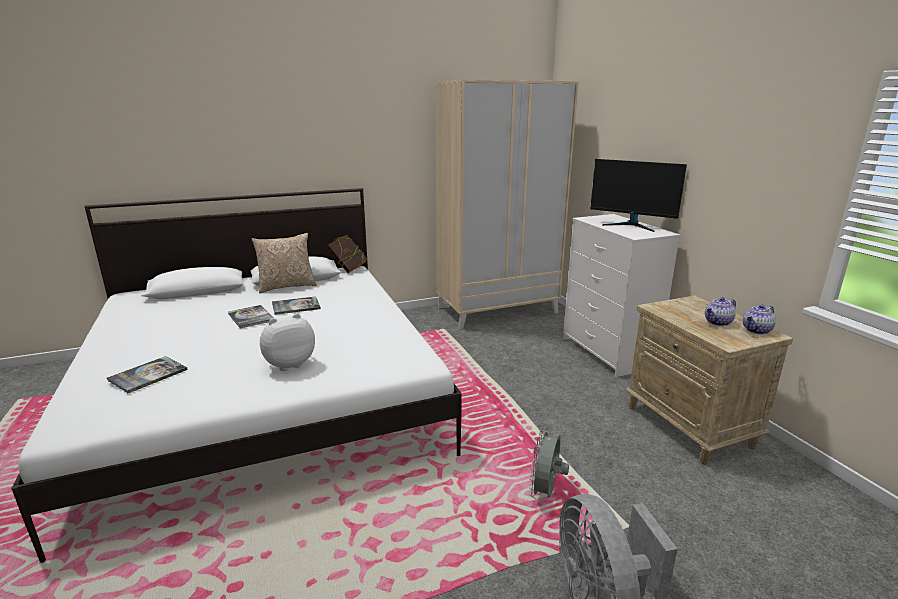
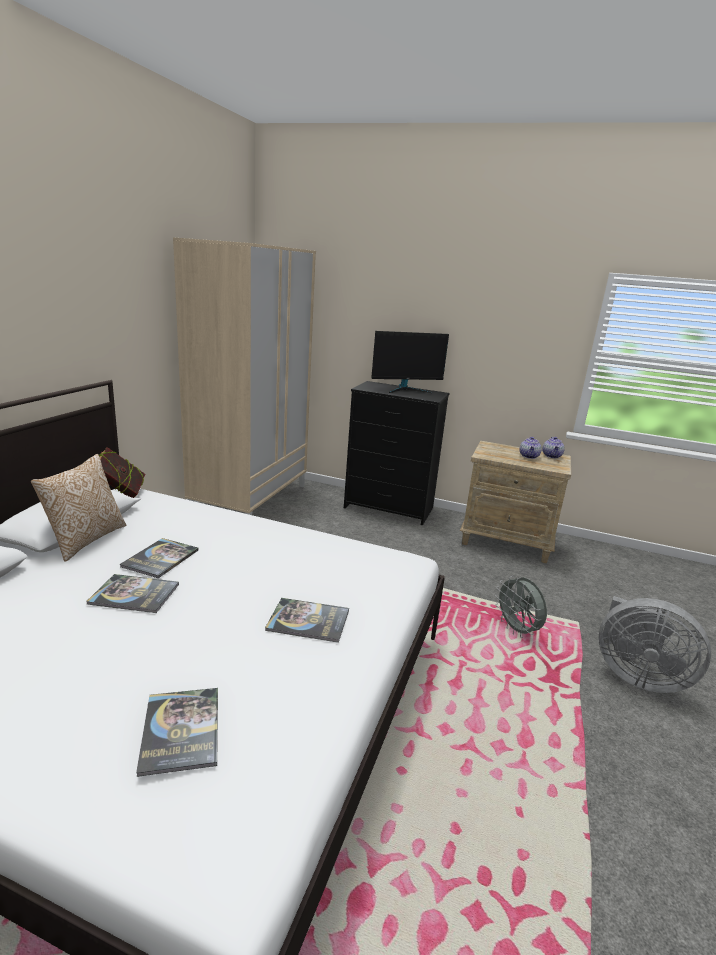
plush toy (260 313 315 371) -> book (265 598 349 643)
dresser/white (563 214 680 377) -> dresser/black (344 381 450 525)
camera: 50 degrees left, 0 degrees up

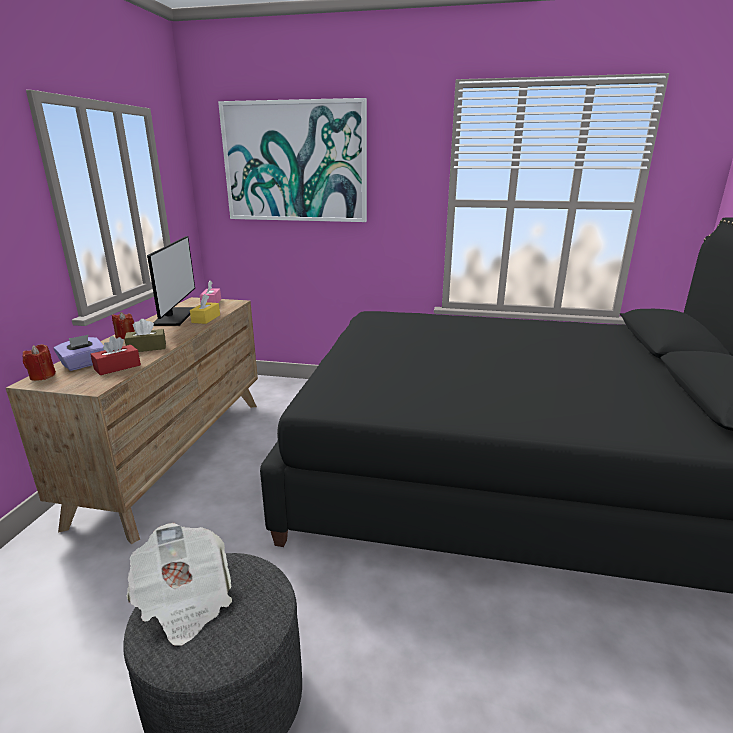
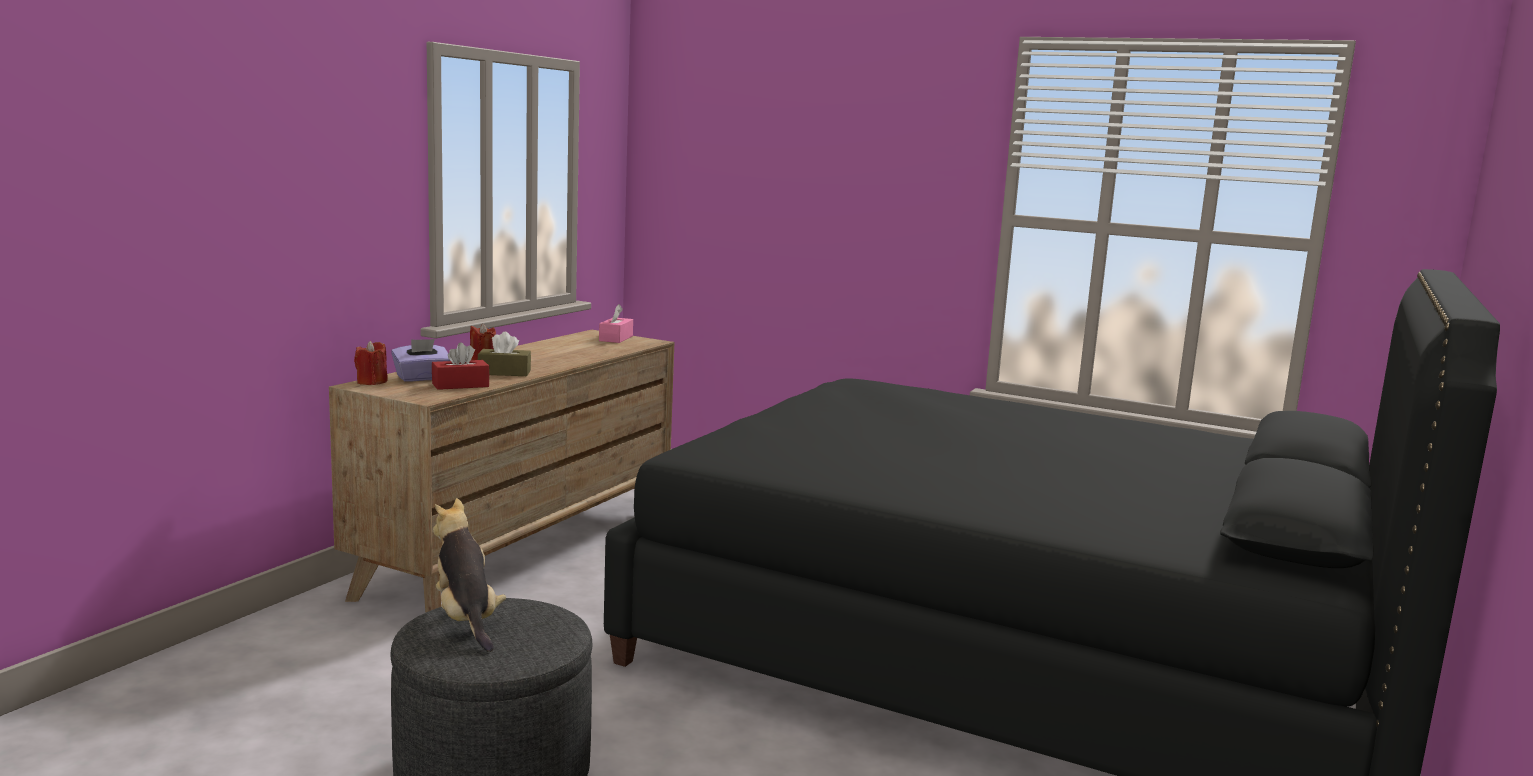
newspaper (126 523 232 646) -> plush toy (433 498 506 652)
monitor (147 236 195 326) -> none
tissue box/yellow (190 294 220 324) -> none
picture (218 98 367 222) -> none
camera: 15 degrees right, 10 degrees down

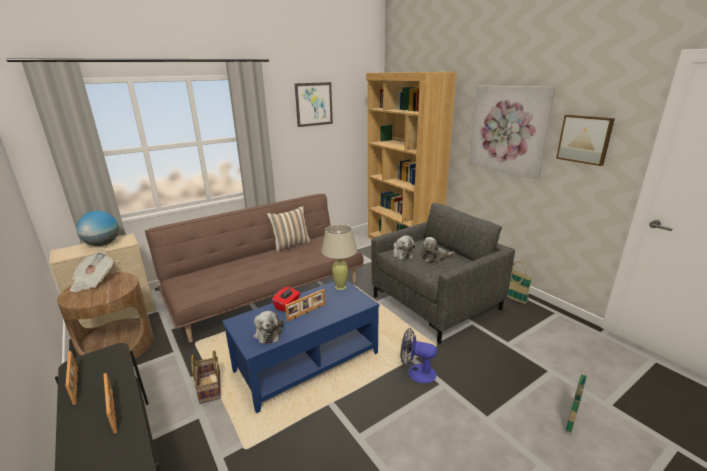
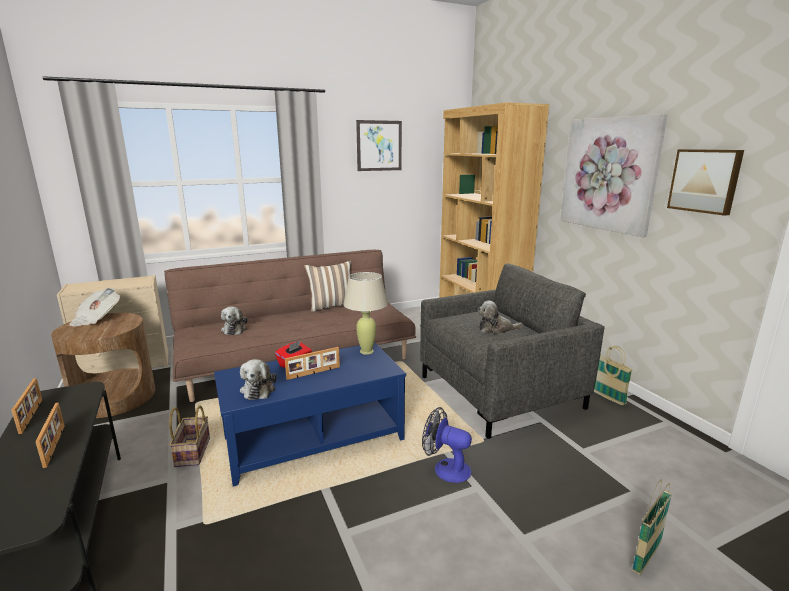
plush toy (393 236 415 260) -> plush toy (221 306 247 335), shifted
globe (76 211 119 246) -> none
camera: 10 degrees right, 5 degrees down

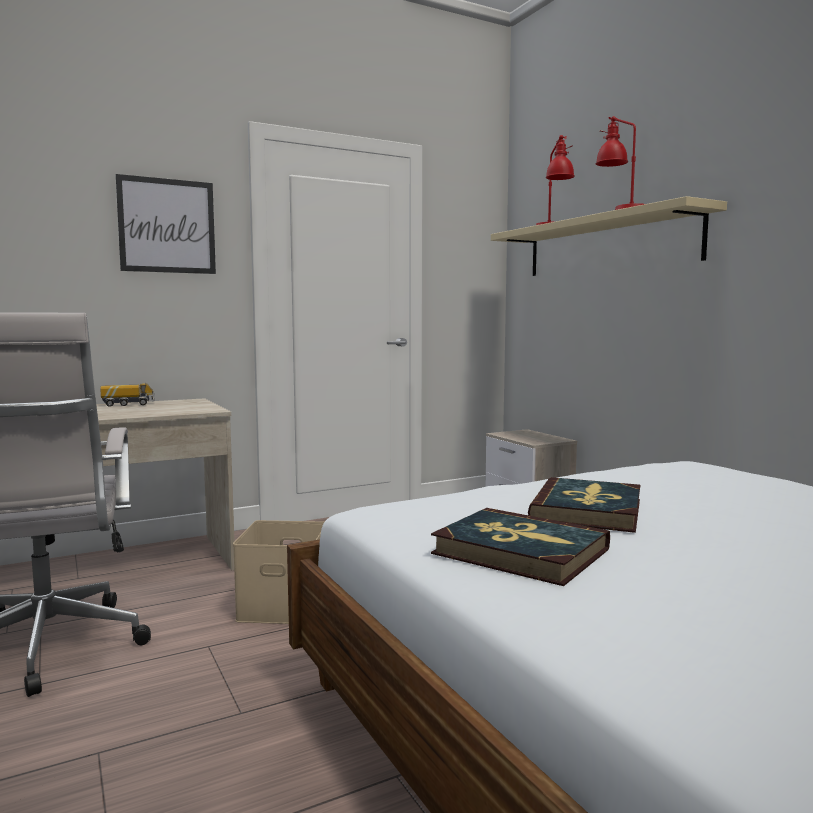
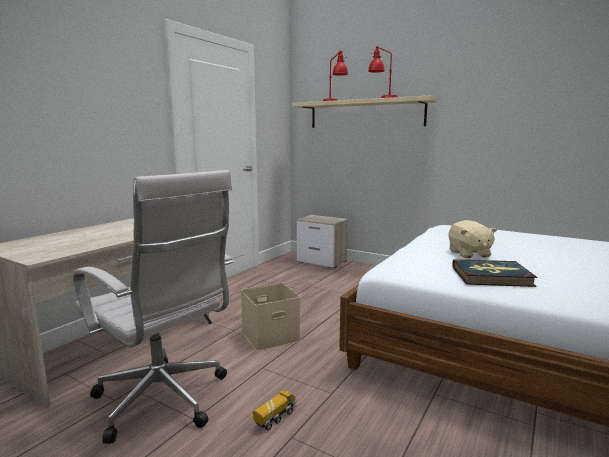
toy truck (100 383 154 407) -> toy truck (253 389 297 431), shifted
book (528 477 640 533) -> plush toy/beige (448 220 497 258)
picture (115 174 216 274) -> none
camera: 30 degrees left, 5 degrees up

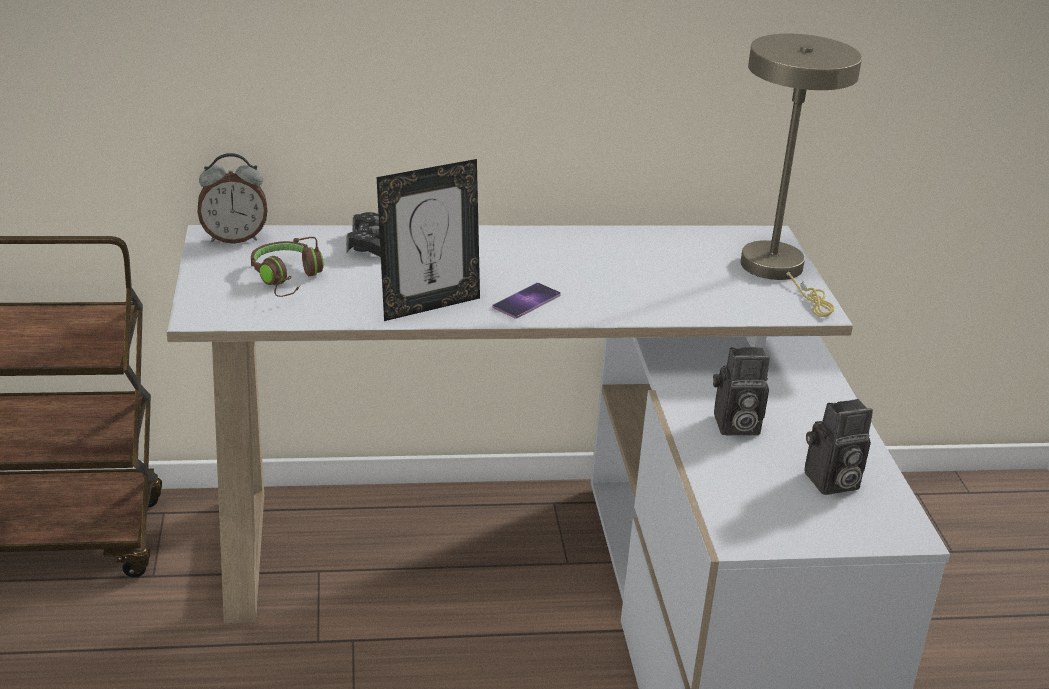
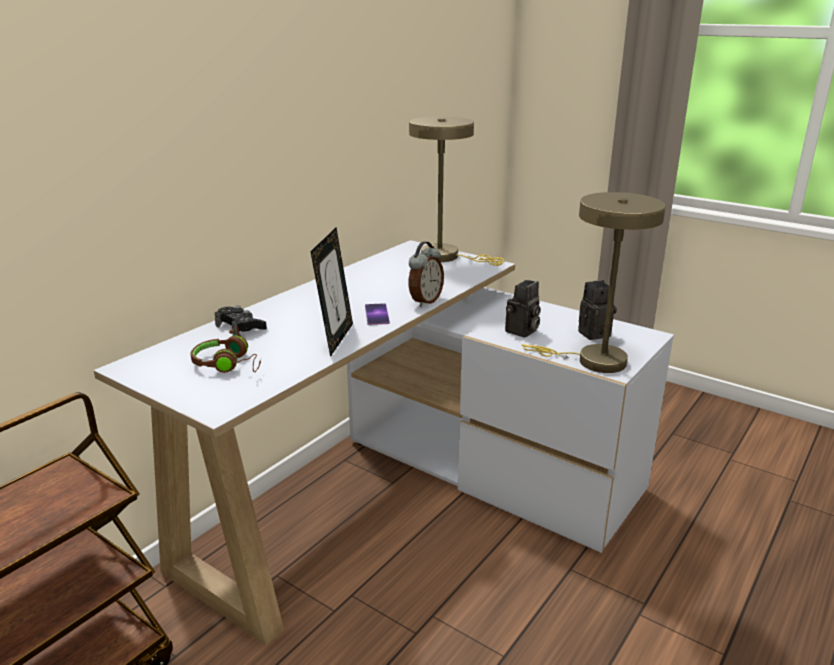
alarm clock (197 153 268 244) -> alarm clock (409 242 444 307), shifted
none -> table lamp/beige (522 192 666 373)
photo camera (804 399 873 495) -> photo camera (578 280 617 340), 135 degrees counterclockwise
camera: 45 degrees left, 5 degrees down

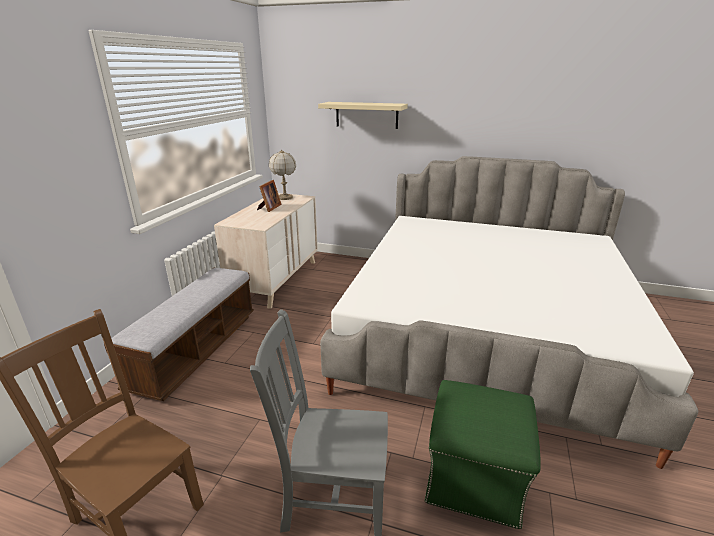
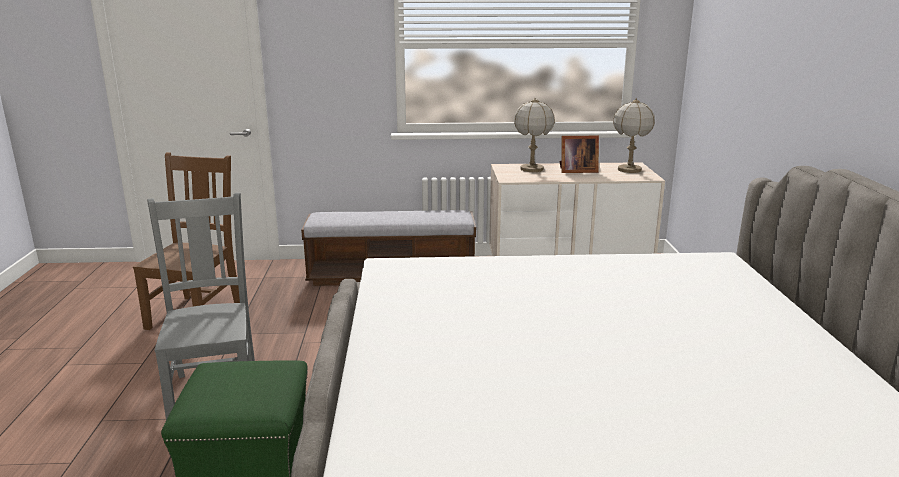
none -> table lamp (514 98 555 172)
shelf/beige (318 102 408 129) -> none
camera: 70 degrees right, 5 degrees down

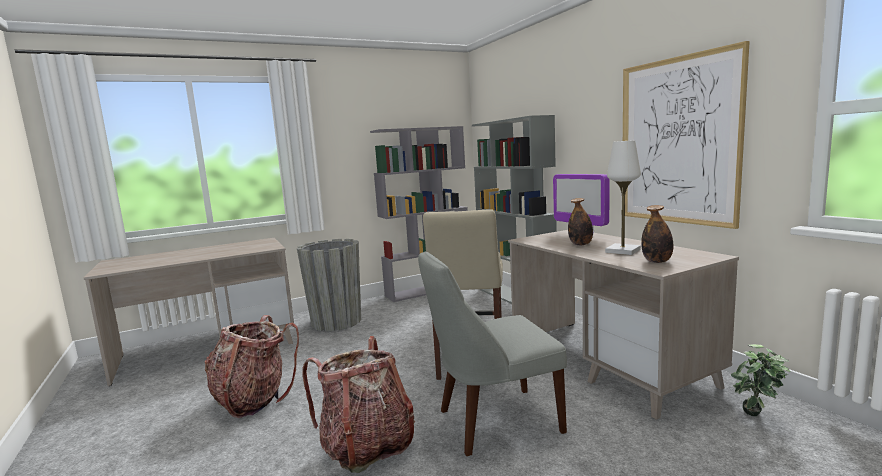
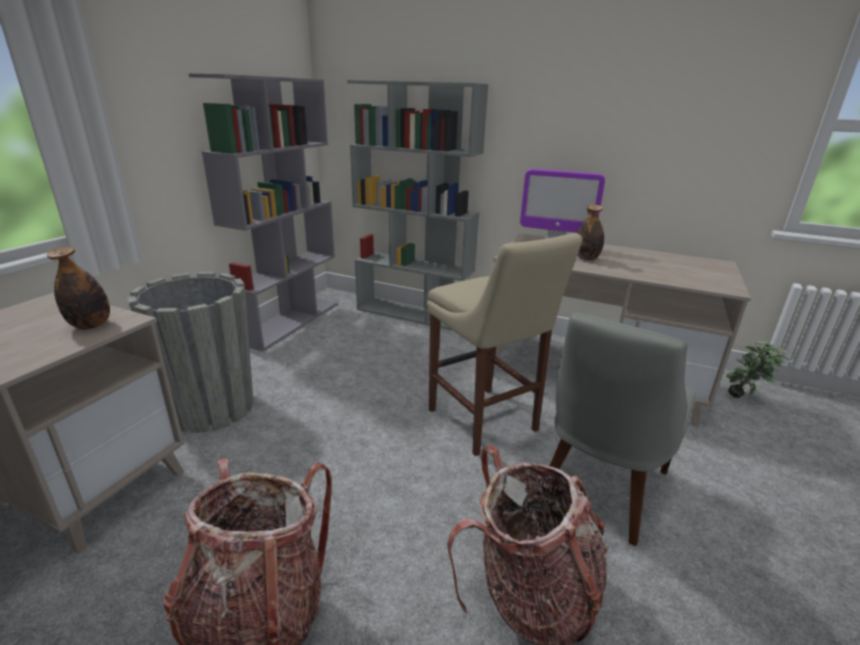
bottle (641 205 673 263) -> bottle (47 247 110 329), shifted
table lamp/white (605 140 641 255) -> none
picture (623 41 750 229) -> none
camera: 40 degrees left, 15 degrees up

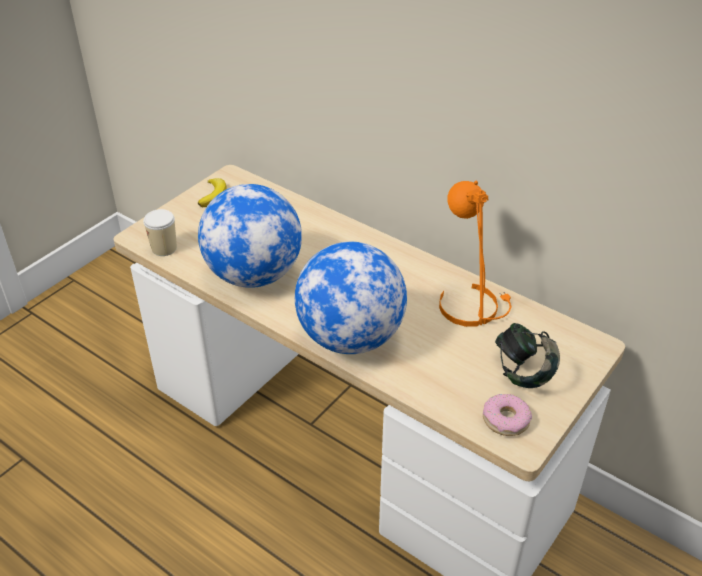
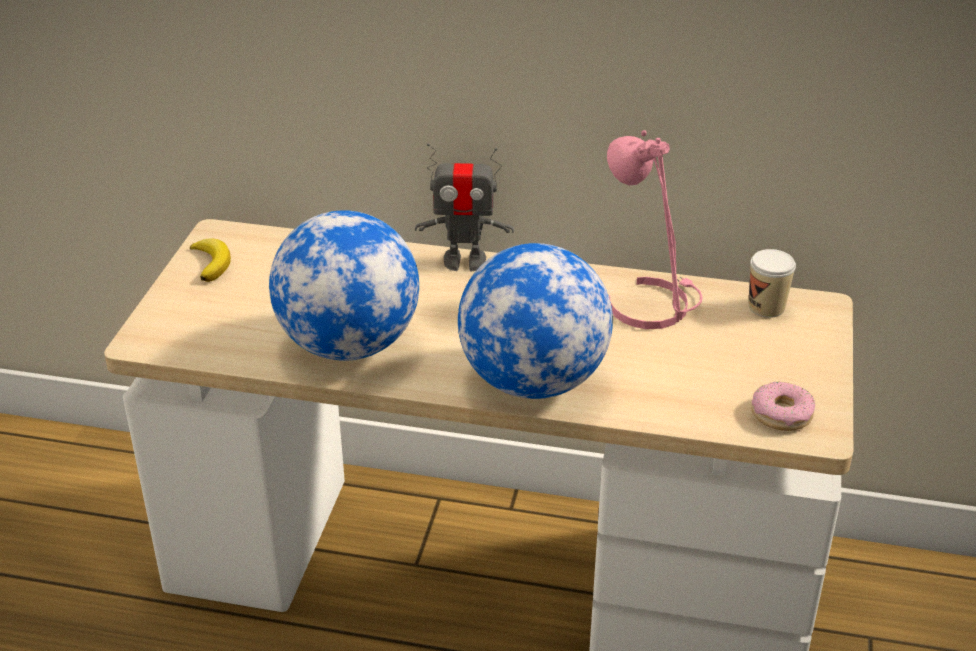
none -> toy robot (415 143 514 271)
table lamp/orange (439 181 511 327) -> table lamp/pink (607 130 703 329)
cup (143 209 177 256) -> cup (749 249 796 318), shifted
headphones (495 323 560 388) -> none
camera: 25 degrees left, 5 degrees down

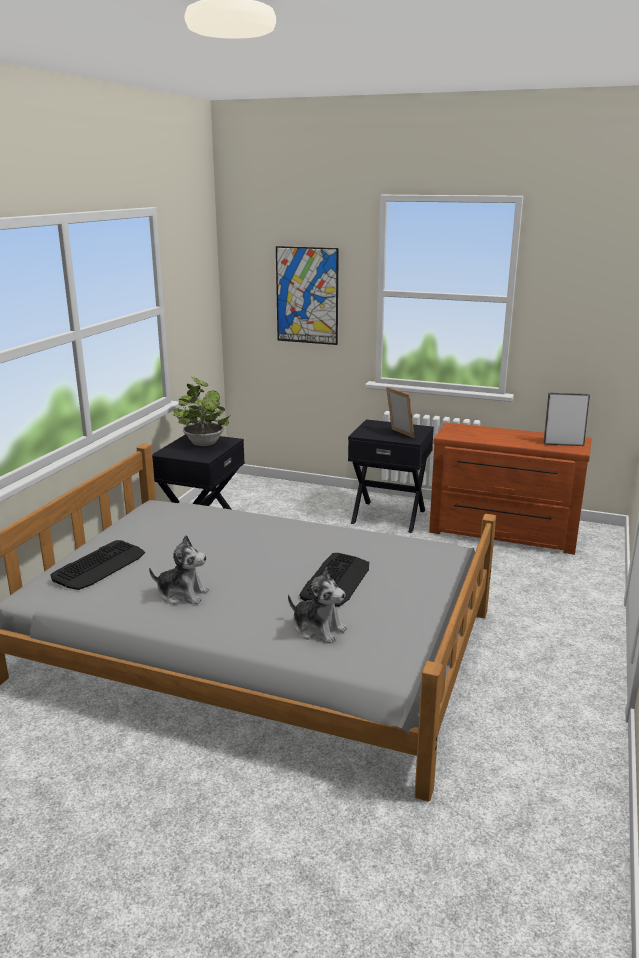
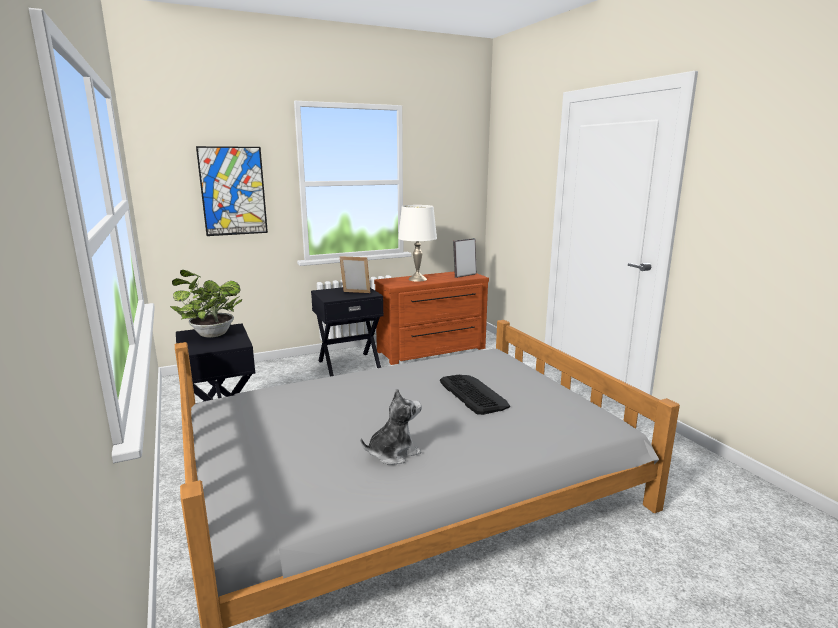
none -> table lamp/white (398 205 437 282)
keyboard (50 540 145 590) -> none
plush toy (288 567 347 644) -> none
camera: 45 degrees left, 5 degrees down

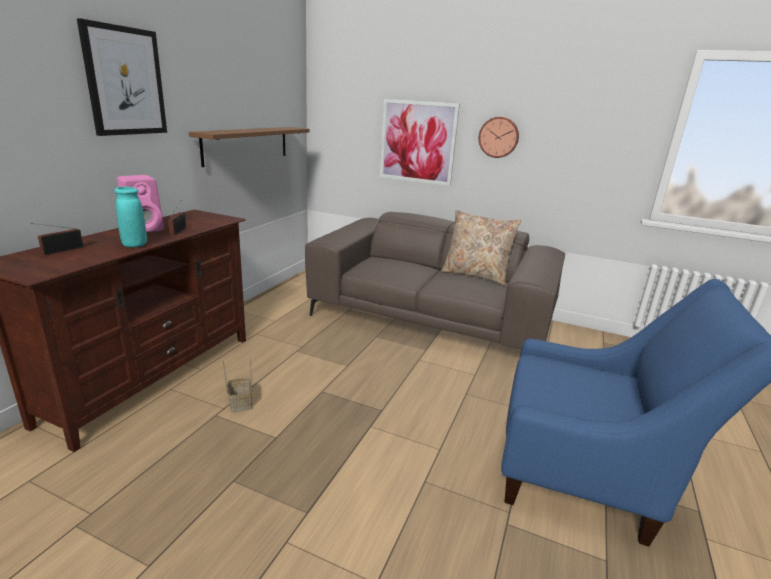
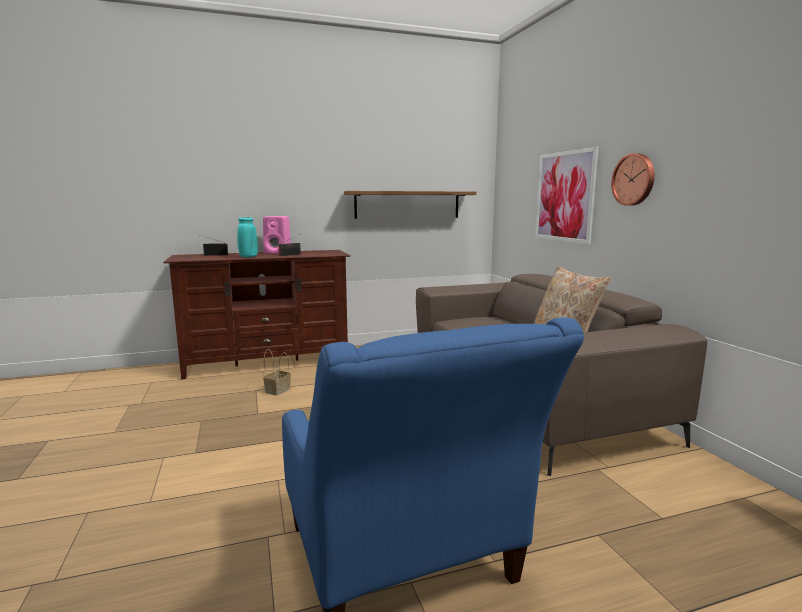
picture (77 18 167 136) -> none
camera: 50 degrees right, 10 degrees down

